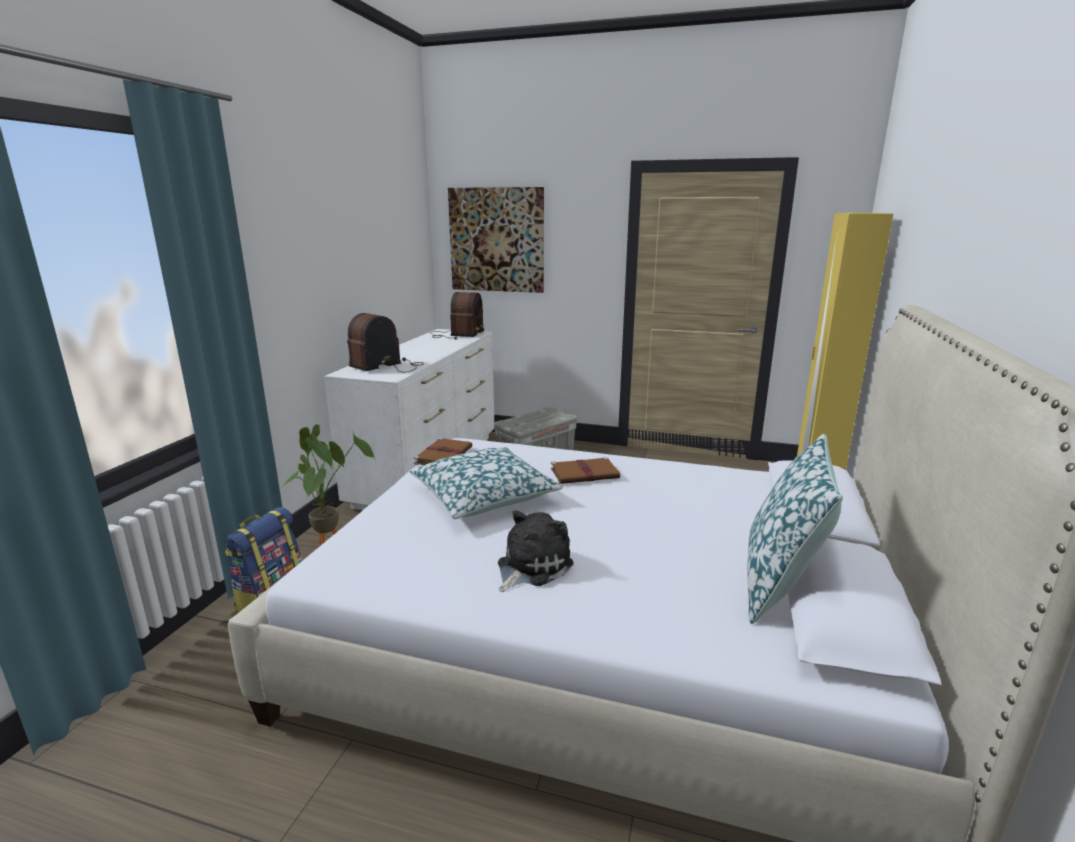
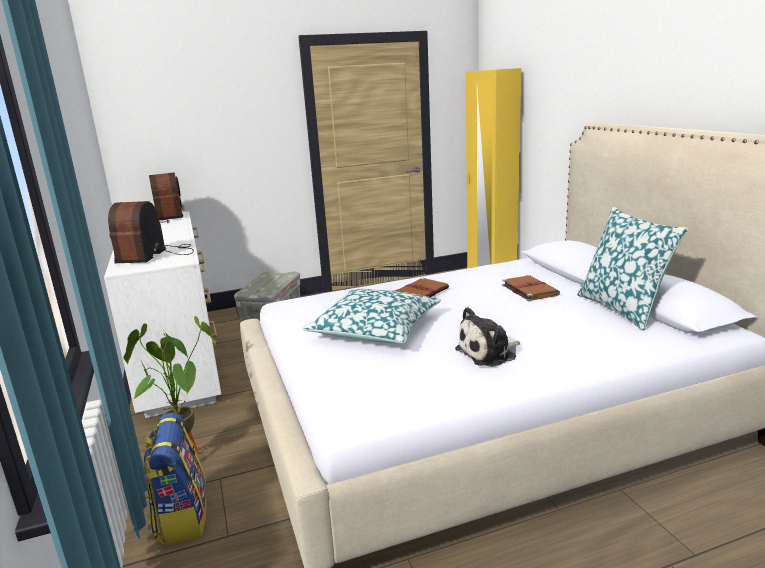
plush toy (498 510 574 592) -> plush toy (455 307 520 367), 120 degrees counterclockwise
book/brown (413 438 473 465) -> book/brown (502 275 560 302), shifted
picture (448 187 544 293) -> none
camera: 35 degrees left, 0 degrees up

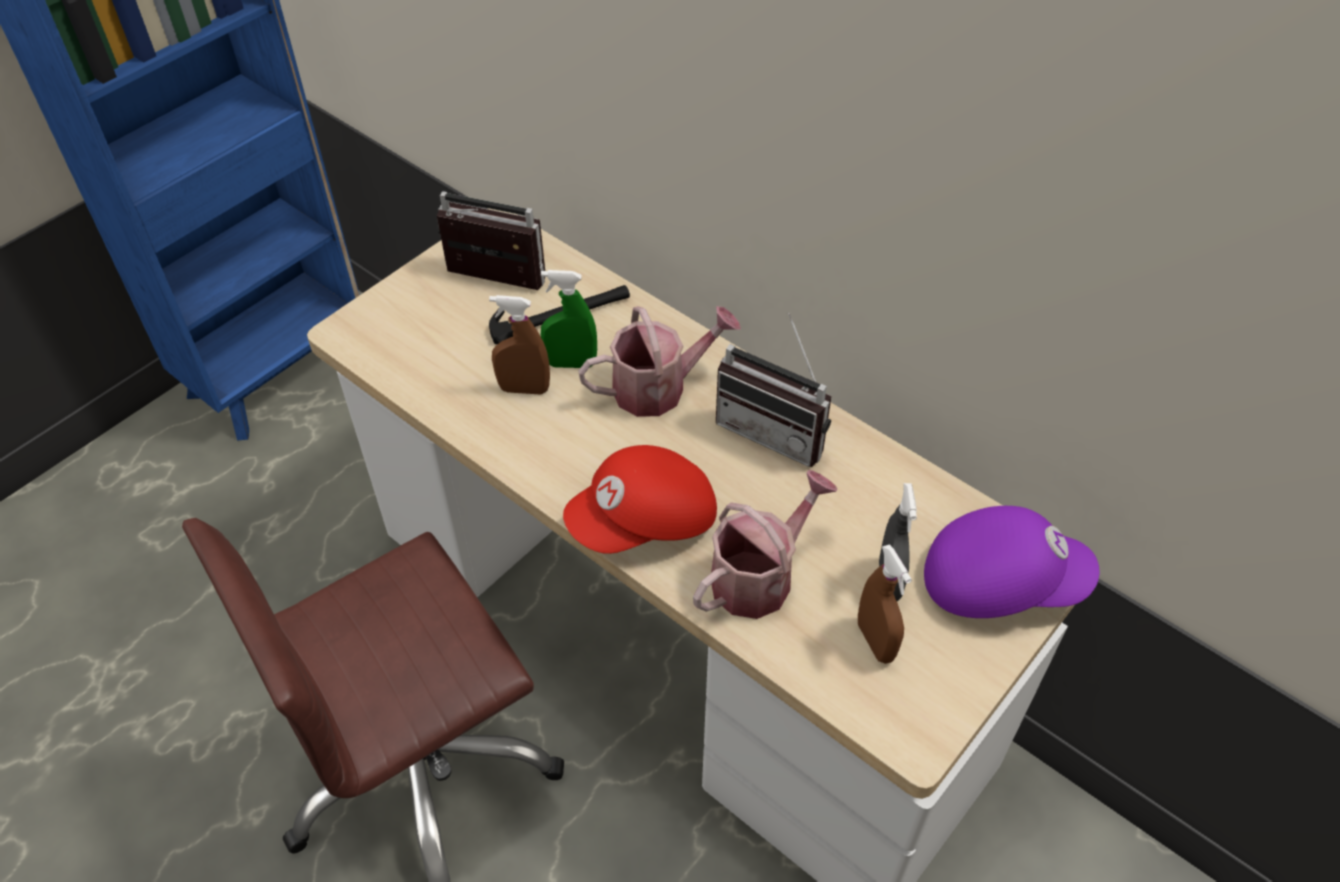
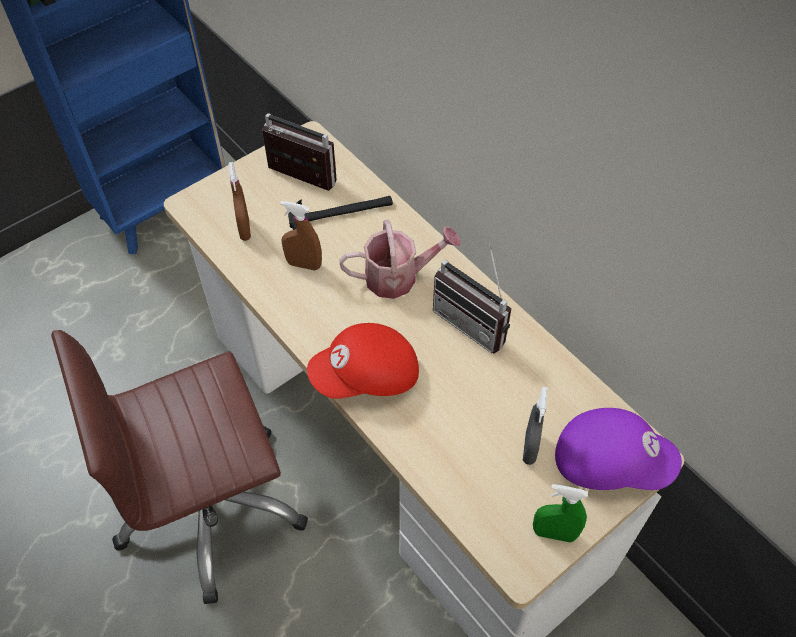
spray bottle/brown (858 544 912 664) -> spray bottle/brown (229 162 251 241), shifted
spray bottle/green (541 270 597 368) -> spray bottle/green (533 484 588 542), shifted
watering can (693 470 837 619) -> none
camera: 10 degrees right, 5 degrees up

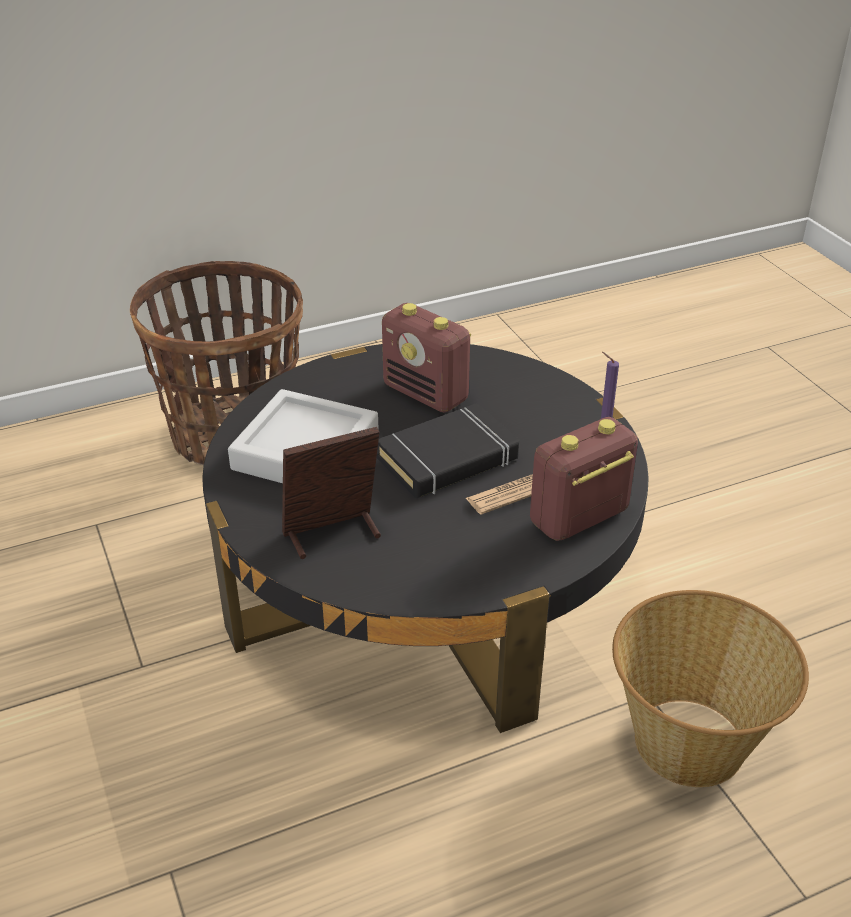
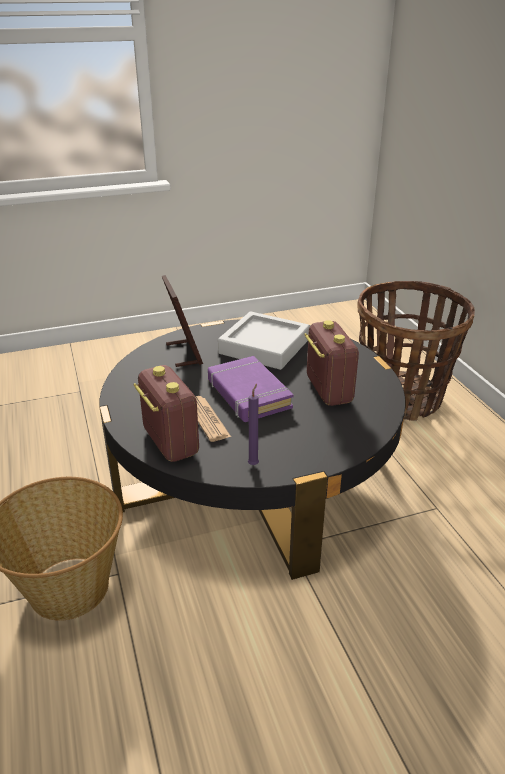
book/black (377 403 519 498) -> book/purple (208 356 294 422)
radio (382 303 471 413) -> radio (304 320 359 406), 120 degrees clockwise
camera: 95 degrees right, 5 degrees down

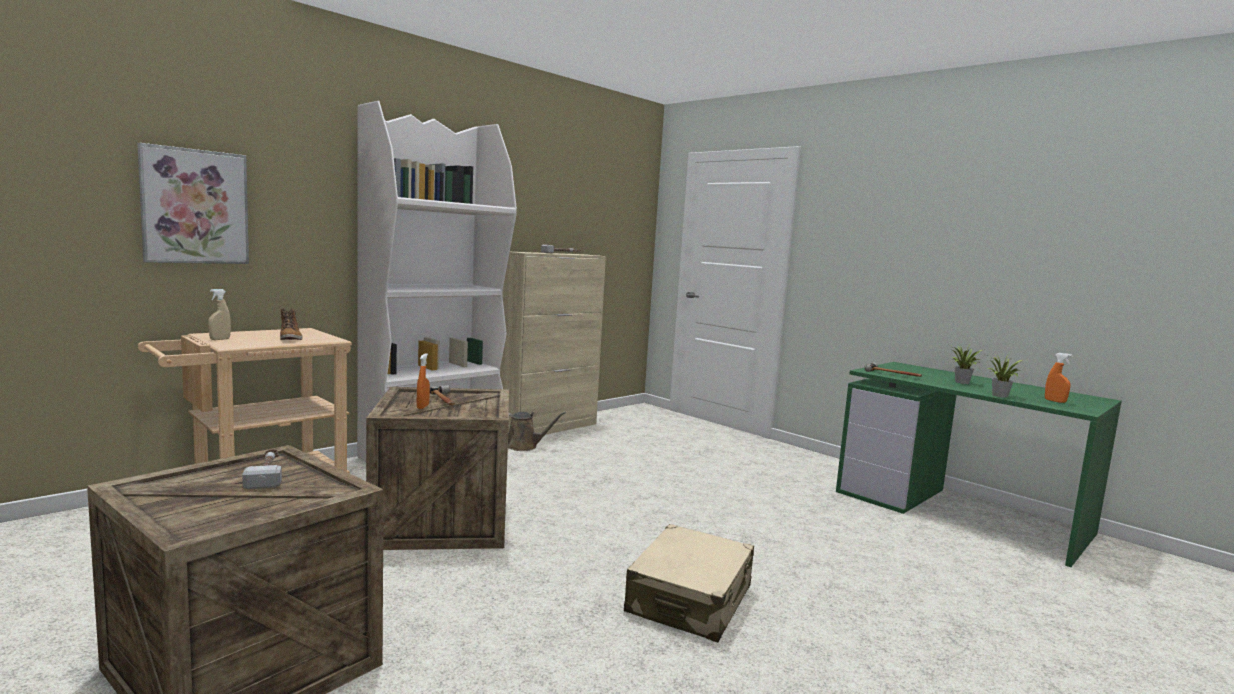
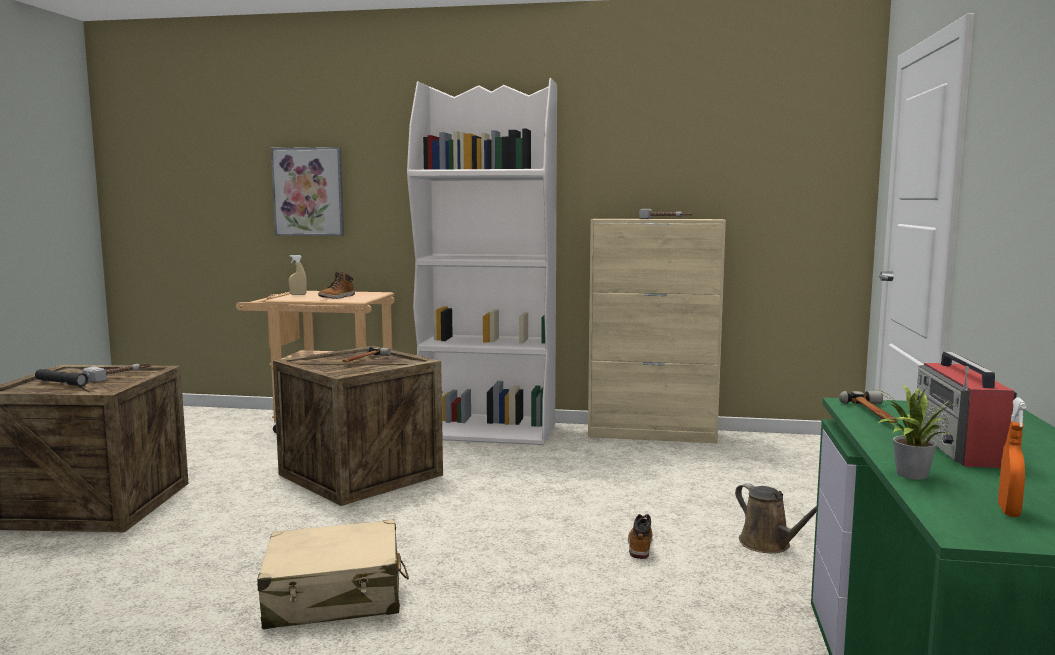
none -> flashlight/grey (35 369 89 386)
none -> boot (628 514 653 559)
watering can/brown (508 412 566 451) -> watering can/brown (735 483 817 553), shifted
potted plant (950 345 982 384) -> radio (916 351 1017 468)
spray bottle/orange (417 353 430 409) -> none
camera: 55 degrees right, 0 degrees up

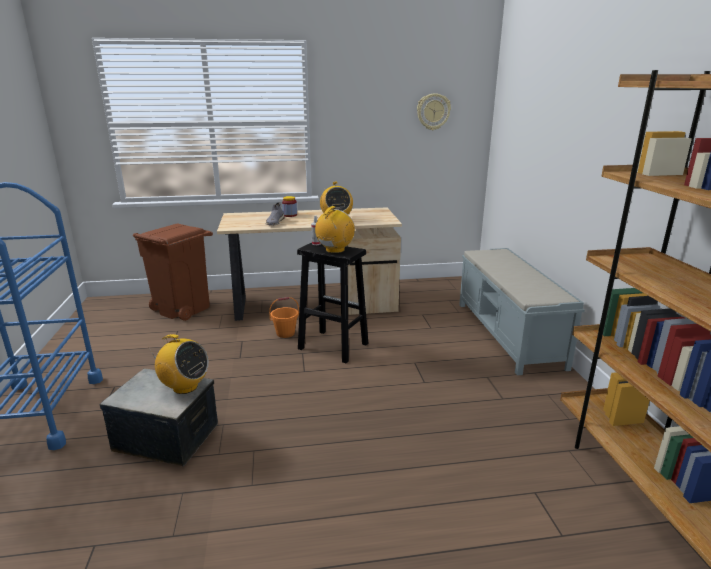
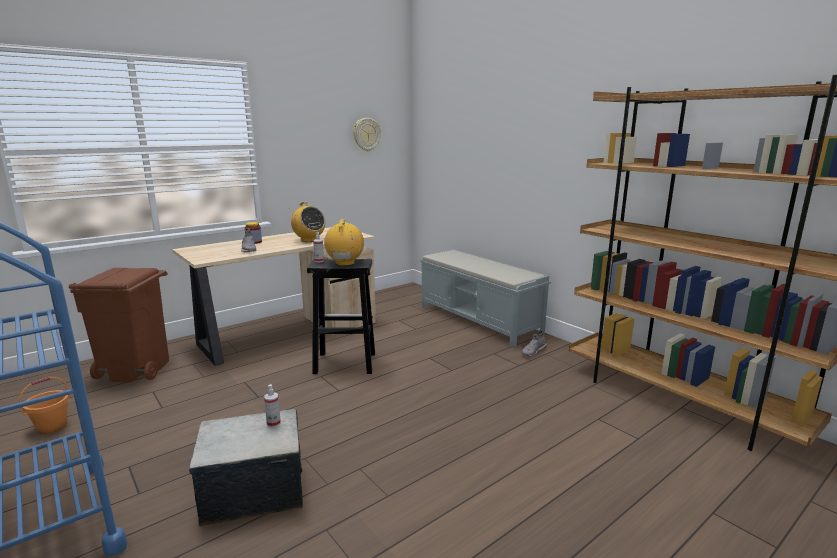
bucket/orange (269 297 299 338) -> bucket/orange (19 377 70 434), shifted
radio (149 334 209 394) -> spray bottle (264 384 281 427)
none -> shoe/grey (521 331 547 357)
camera: 30 degrees left, 5 degrees down

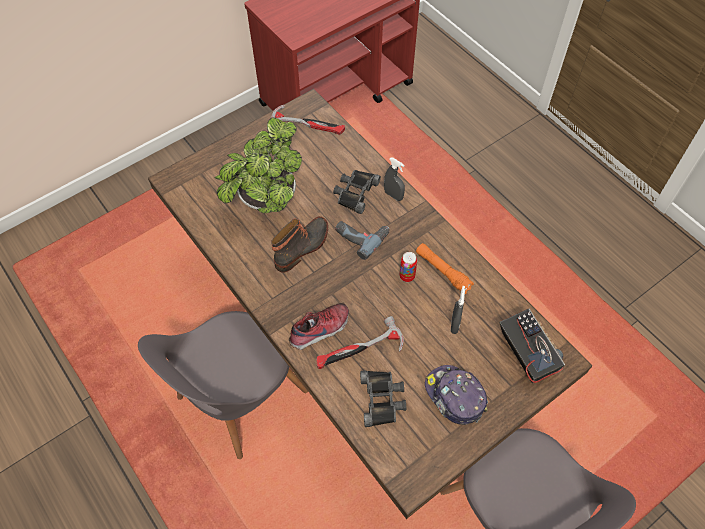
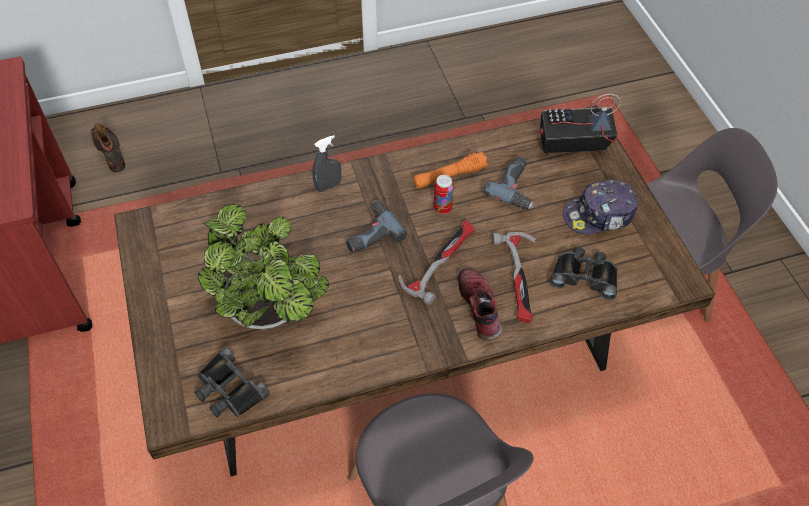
boot (271 216 328 273) -> boot (91 123 125 172), shifted
binoculars/black (333 170 381 214) -> binoculars/black (194 348 270 418), shifted
hammer (271 105 345 135) -> hammer (398 220 474 306), shifted
spray bottle/grey (451 286 465 334) -> power drill (483 157 534 210)
camera: 70 degrees left, 5 degrees down

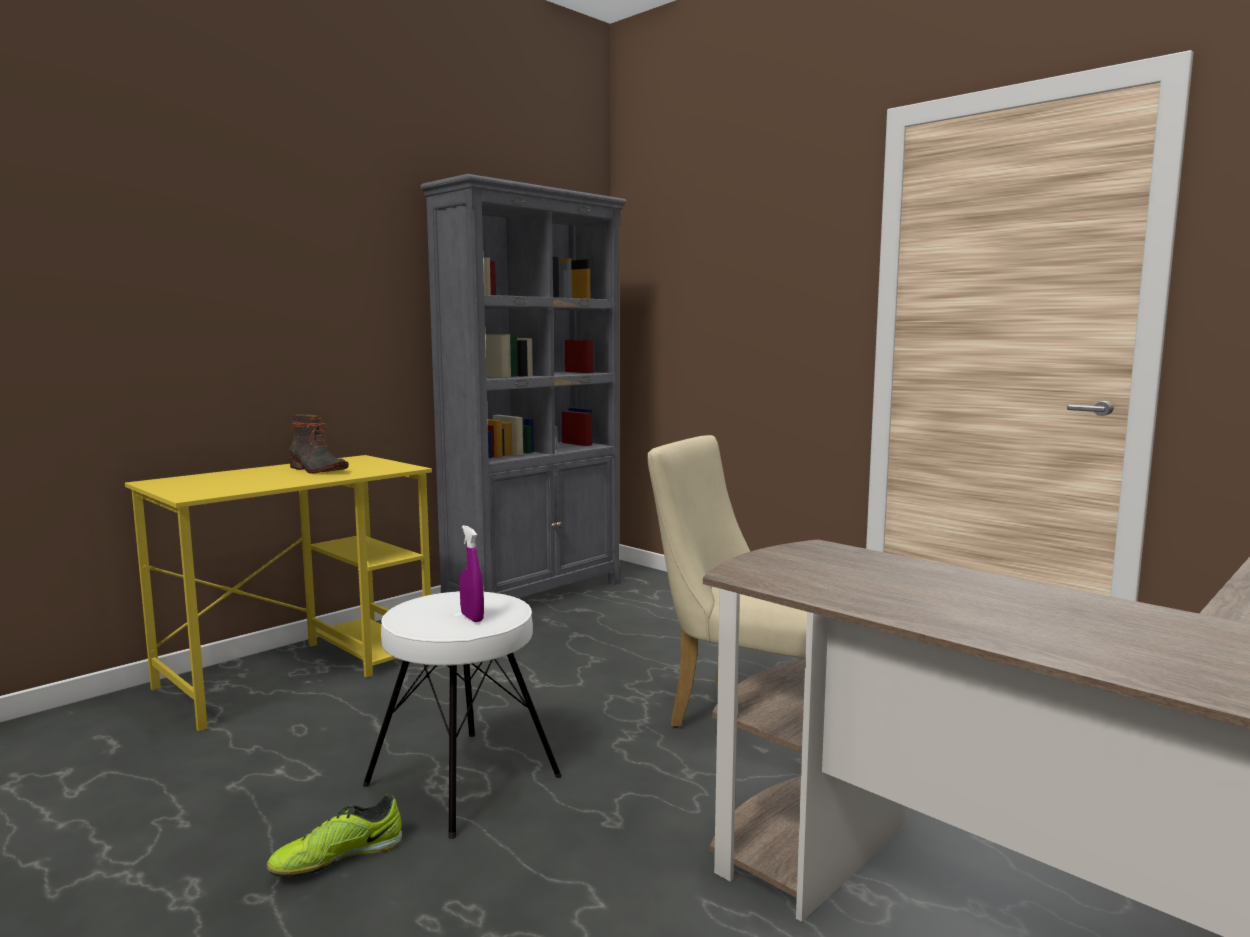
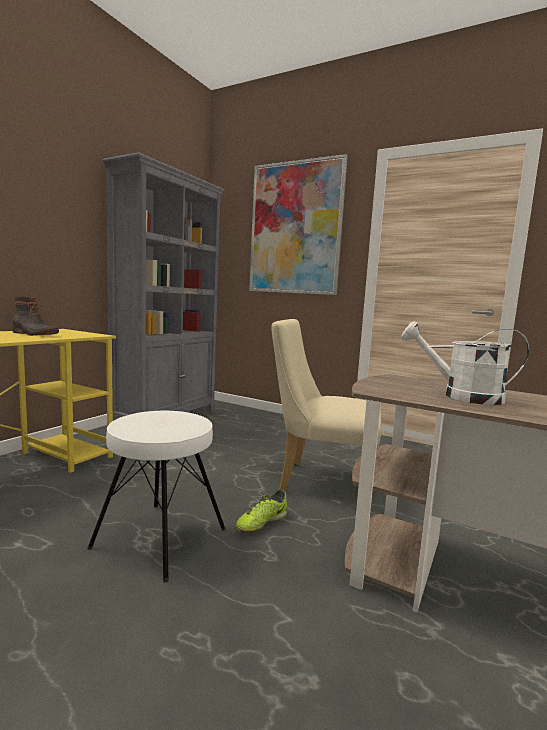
shoe (267 794 402 877) -> shoe (235 489 287 533), shifted
none -> picture (249 154 348 295)
none -> watering can/white (401 321 529 405)
spray bottle/purple (460 525 484 622) -> none
camera: 15 degrees left, 0 degrees up

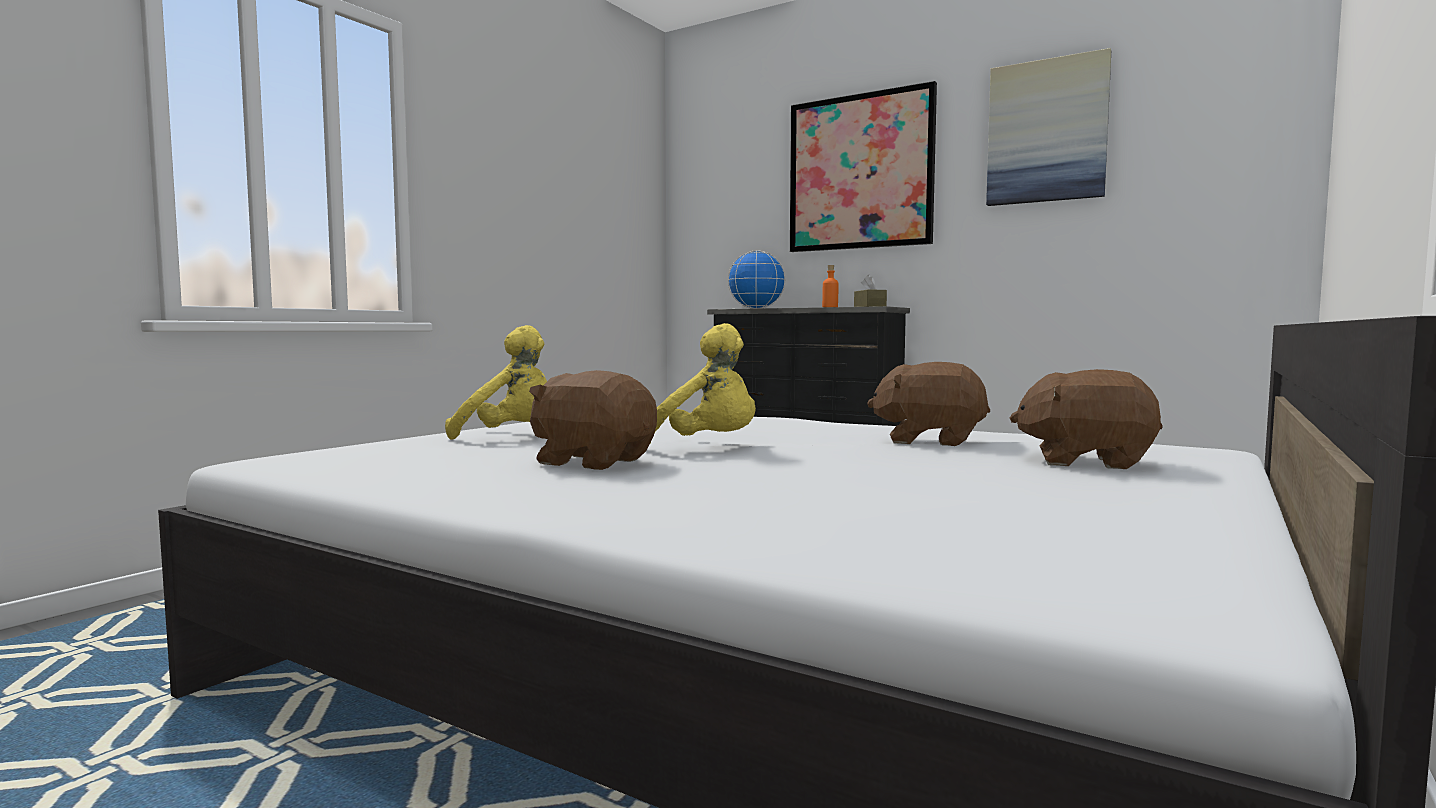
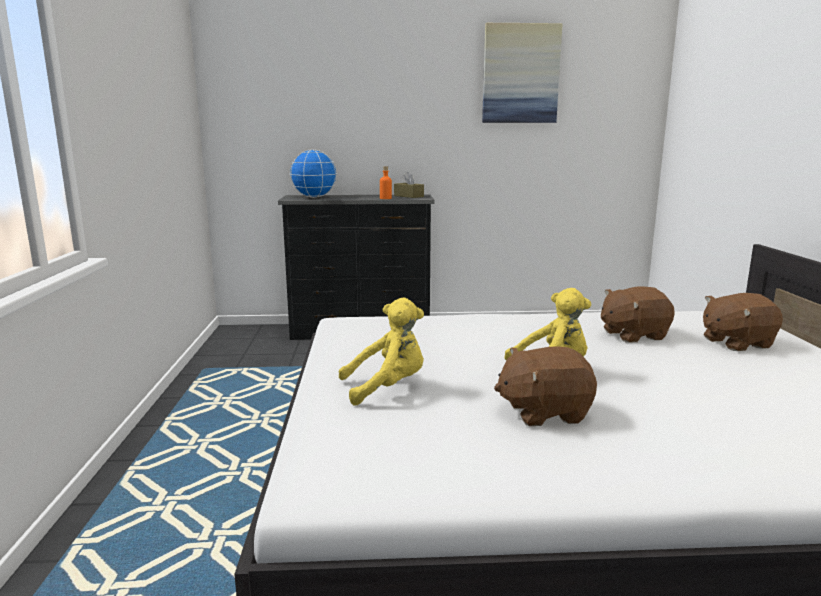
picture (790 81 937 252) -> none
camera: 35 degrees left, 10 degrees up

